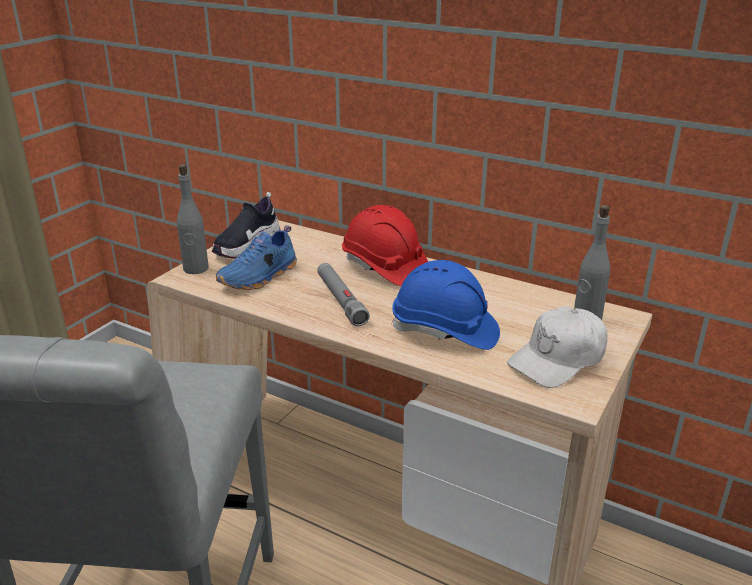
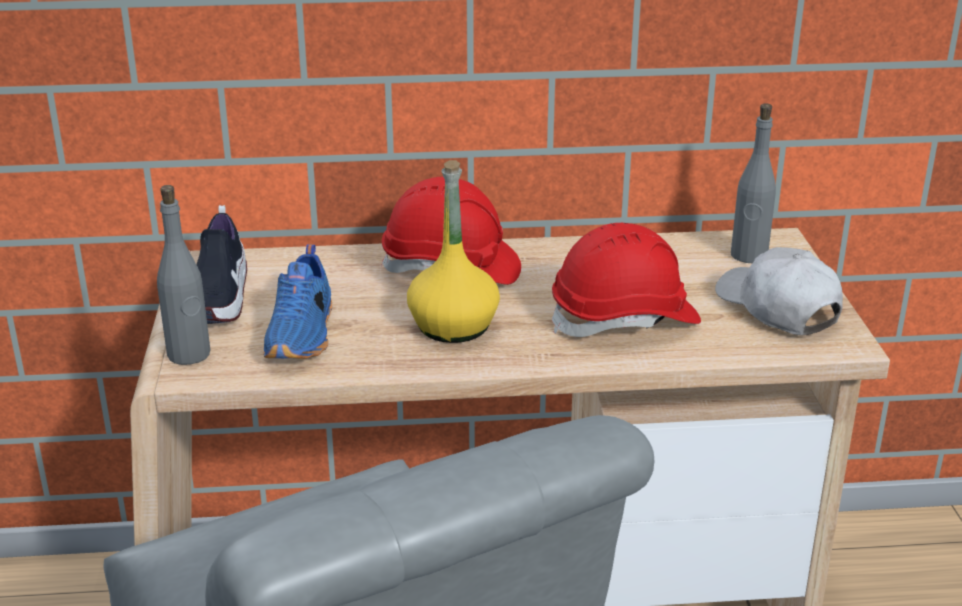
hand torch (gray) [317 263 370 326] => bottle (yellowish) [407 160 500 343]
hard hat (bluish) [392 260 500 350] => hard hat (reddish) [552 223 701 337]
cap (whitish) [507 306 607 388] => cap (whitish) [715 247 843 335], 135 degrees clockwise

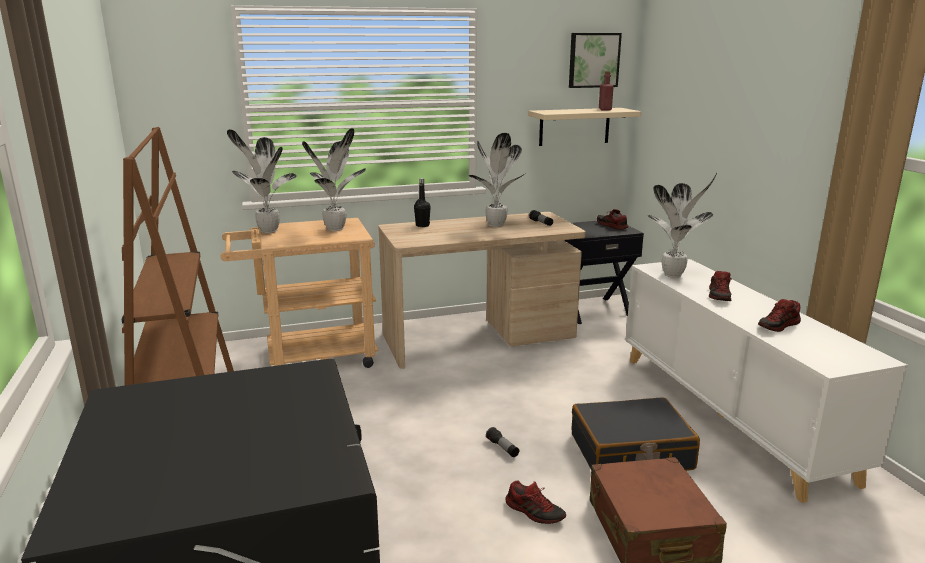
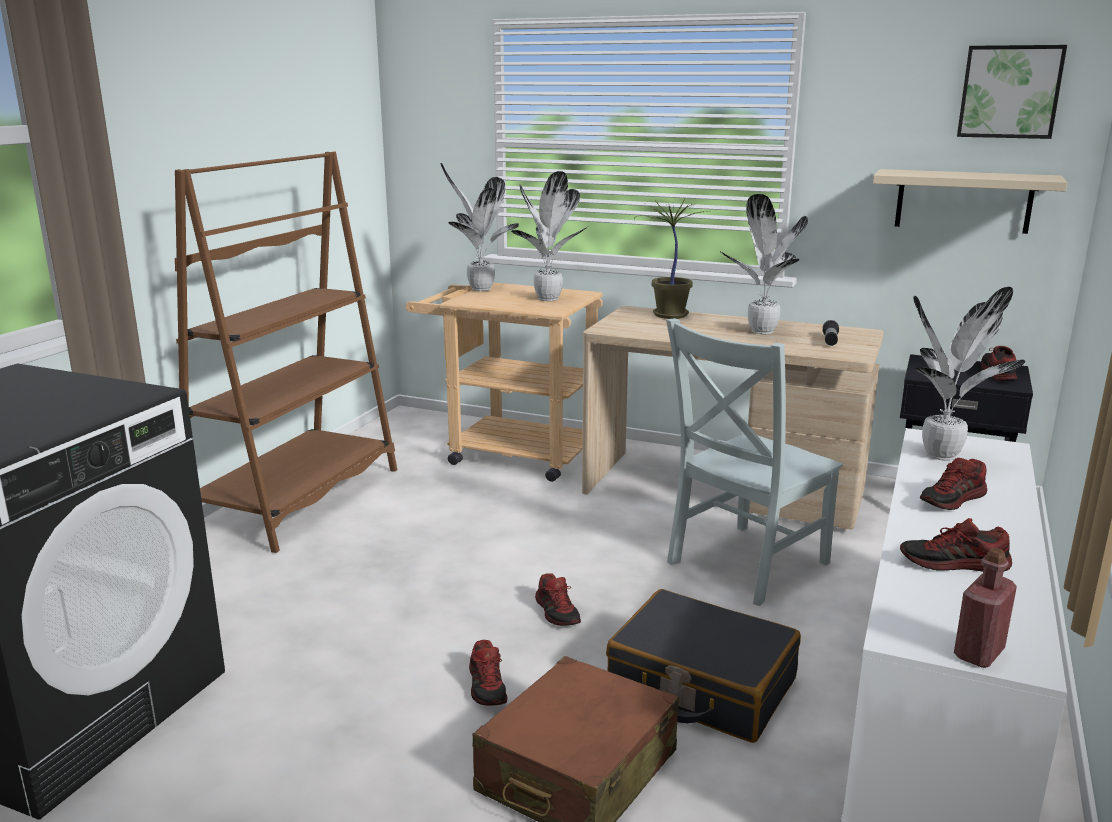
bottle (black) [414 178 430 227] => plant in a pot [634 199 708 319]
hand torch [486 427 519 457] => item of footwear [535 573 581 626]
bottle (reddish) [599 71 614 111] => bottle (reddish) [954 548 1017 668], shifted
nothing => chair (gray) [666 318 843 606]

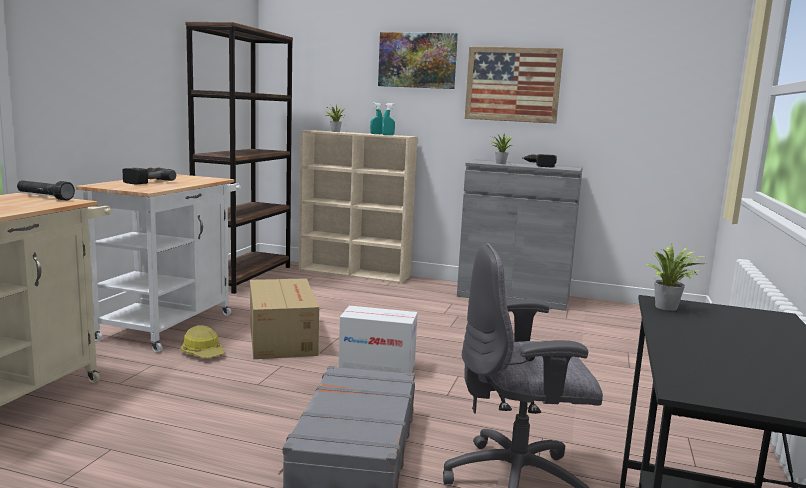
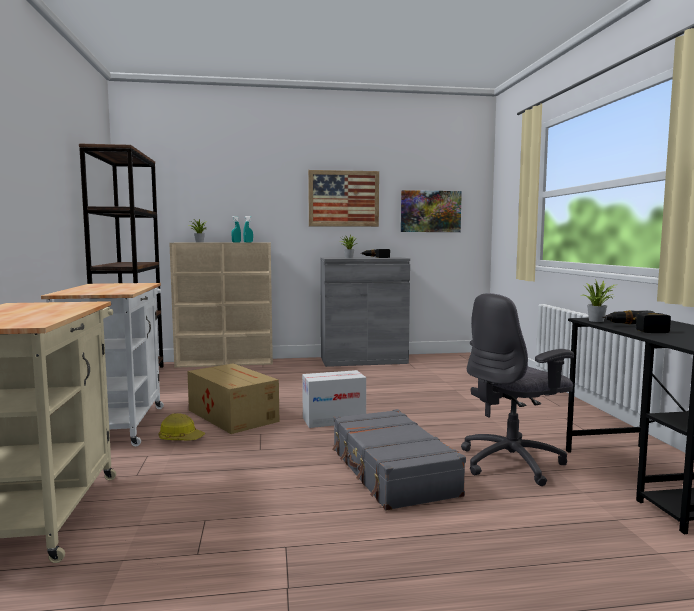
hand torch (black) [17 180 75 200] => nothing
drill [123 168 176 185] => drill [602 310 671 333], shifted
picture [378 32 458 89] => picture [401 190 462 232], shifted

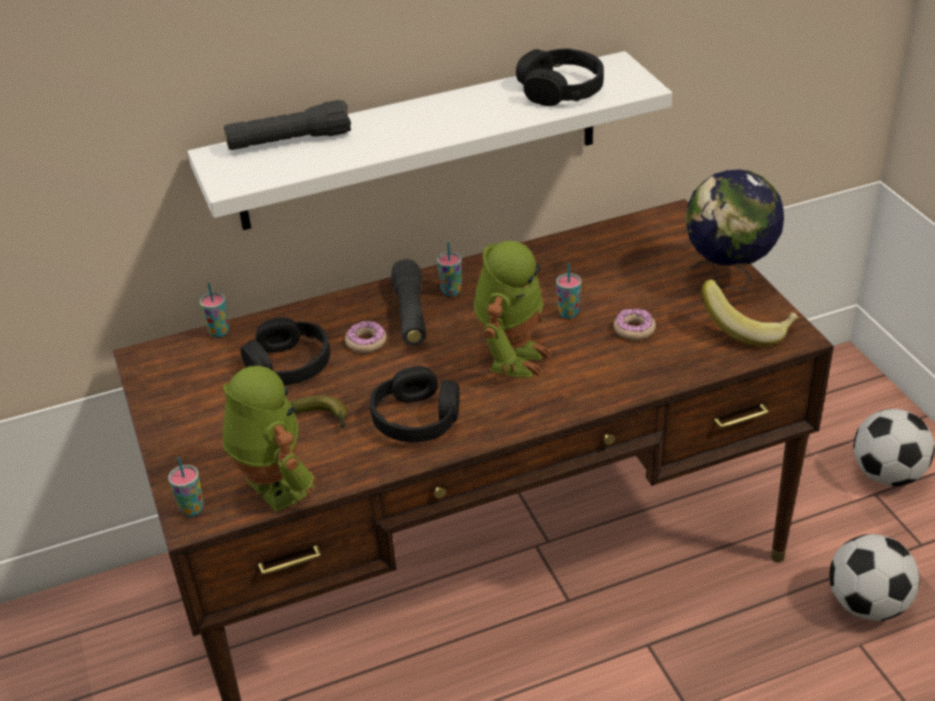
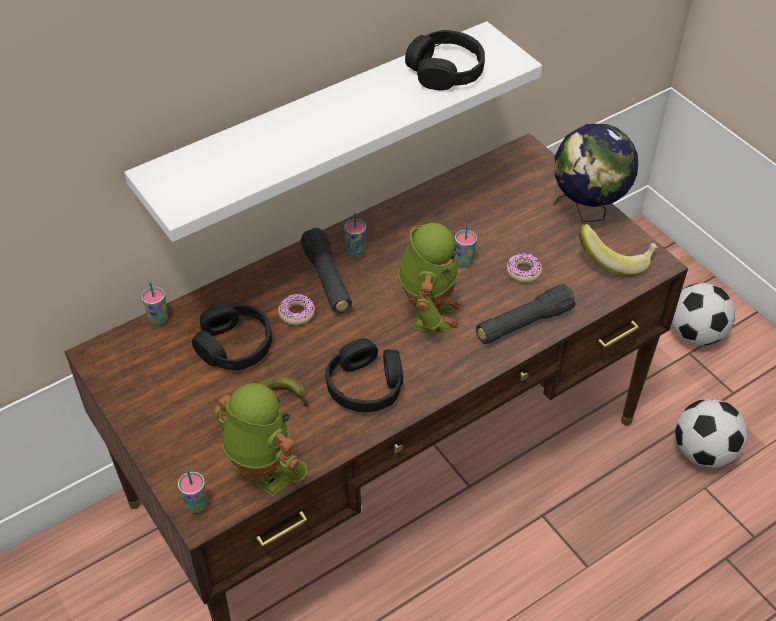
hand torch (black) [224 100 351 150] => hand torch (black) [476 284 576 344], shifted

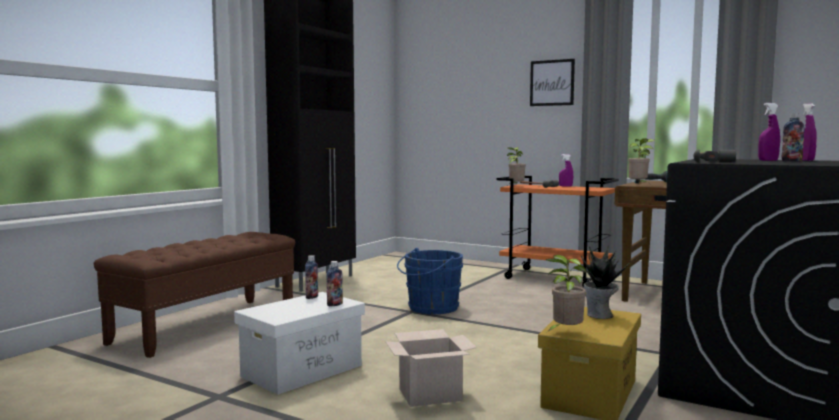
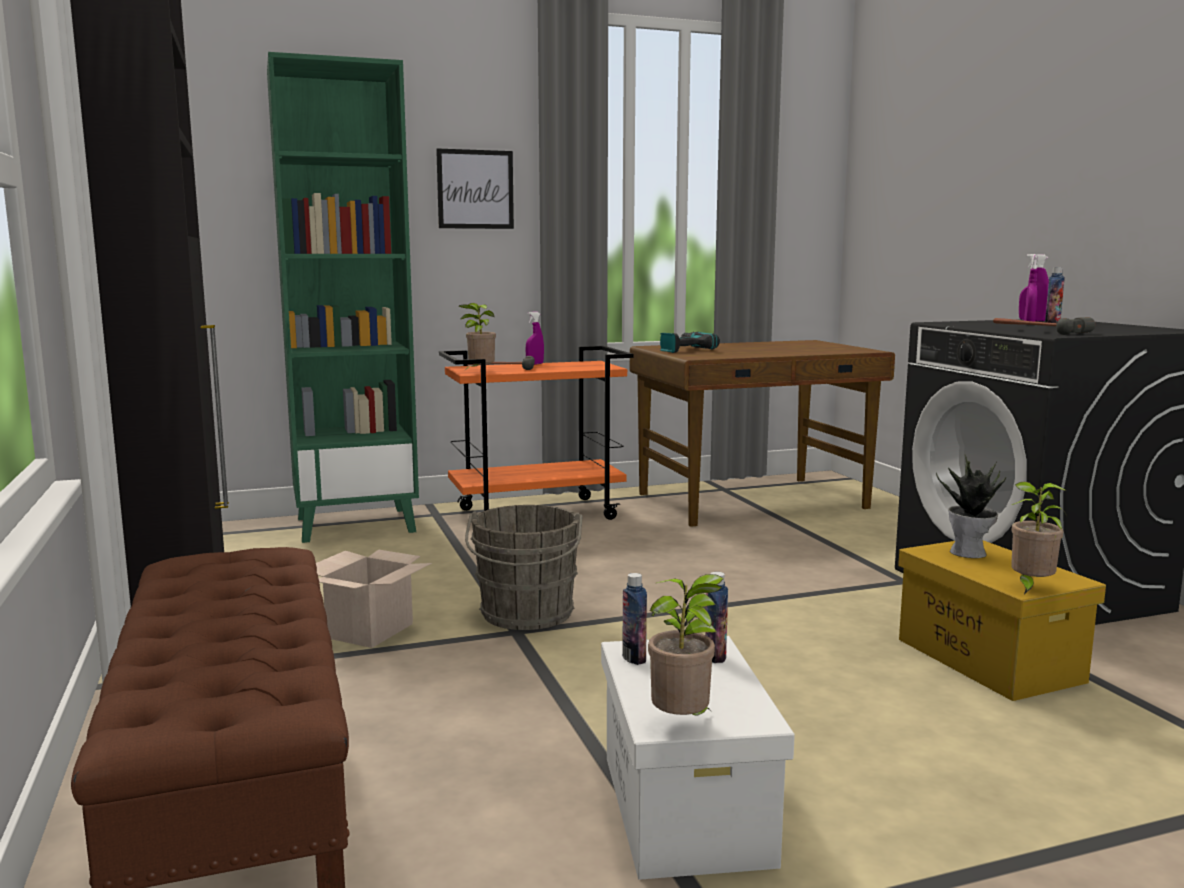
packing box [385 329 477 407] => packing box [316 550 432 648], shifted
pail (bluish) [397 248 463 314] => pail (gray) [465 505 582 630]
plant in a pot [628 138 656 184] => plant in a pot [648 574 724 716], shifted
nothing => bookshelf (greenish) [267 52 419 543]

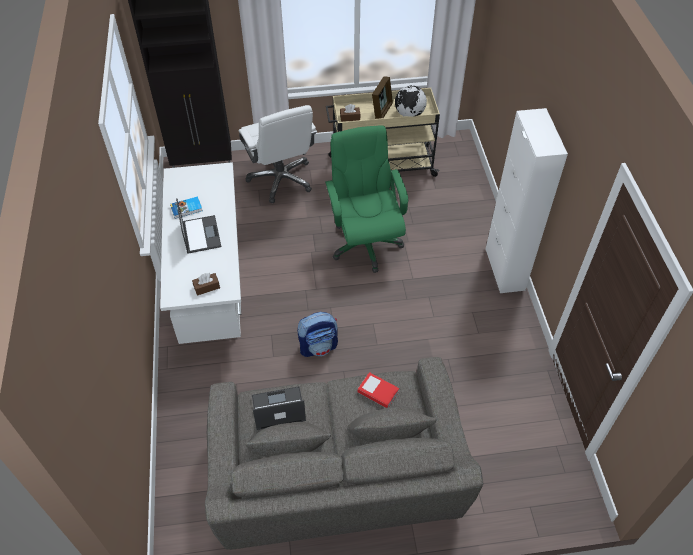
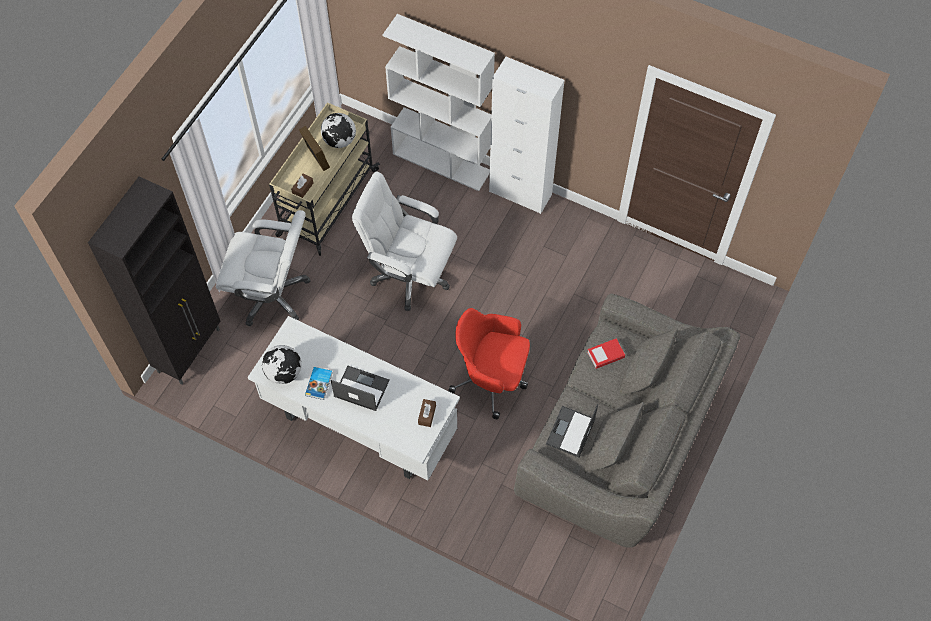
knapsack [297 312 338 357] => desk chair (reddish) [448 308 530 419]
desk chair (greenish) [325 125 408 273] => desk chair (whitish) [352 171 457 311]
nothing => desk globe [262 345 302 384]
nothing => bookshelf (whitish) [383 14 495 191]

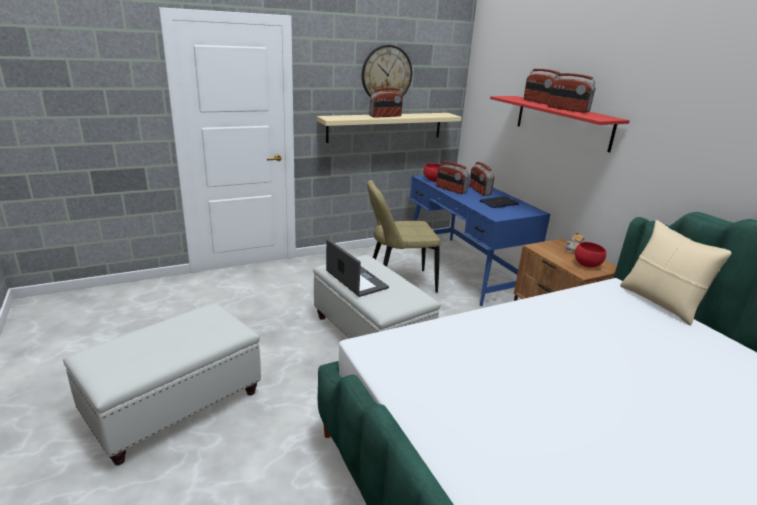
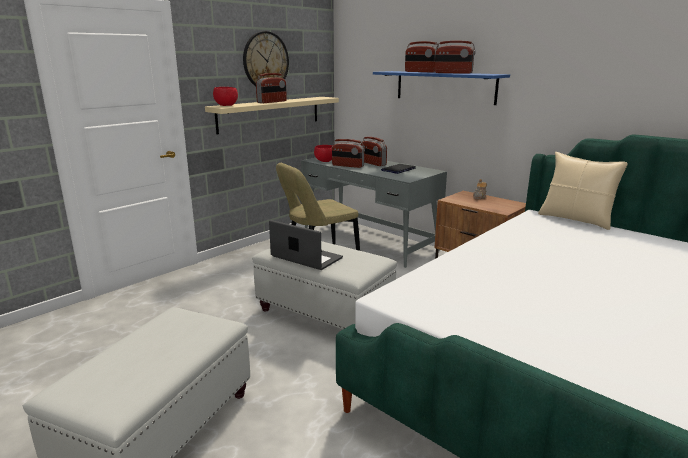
desk unit (bluish) [410 175 550 306] => desk unit (gray) [301 158 447 268]
bracket shelf (reddish) [490 96 630 152] => bracket shelf (bluish) [373 71 510 105]
bowl (reddish) [575 242 606 268] => bowl (reddish) [213 87 238 106], shifted

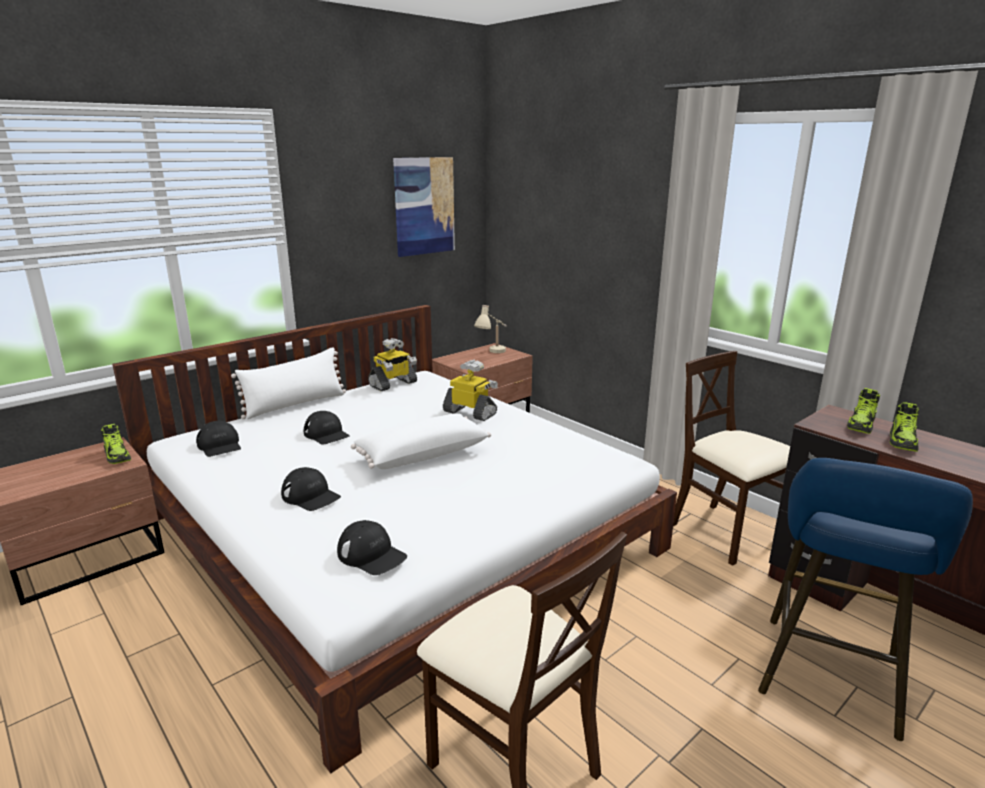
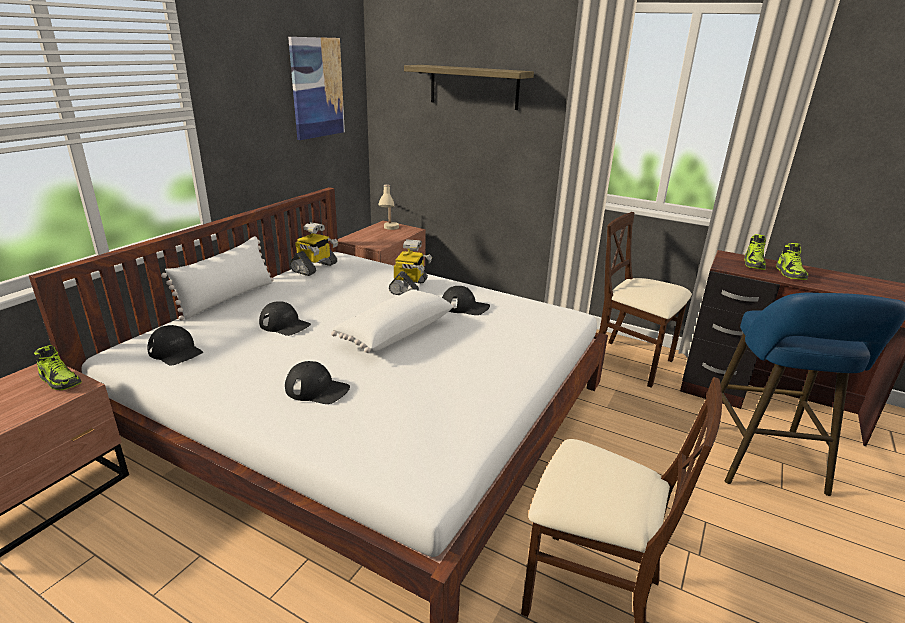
cap (black) [337 520 407 575] => cap (black) [442 286 490 315], shifted
model robot [443 360 498 421] => model robot [389 239 432 295], 90 degrees clockwise
nothing => bracket shelf [404 65 534 110]

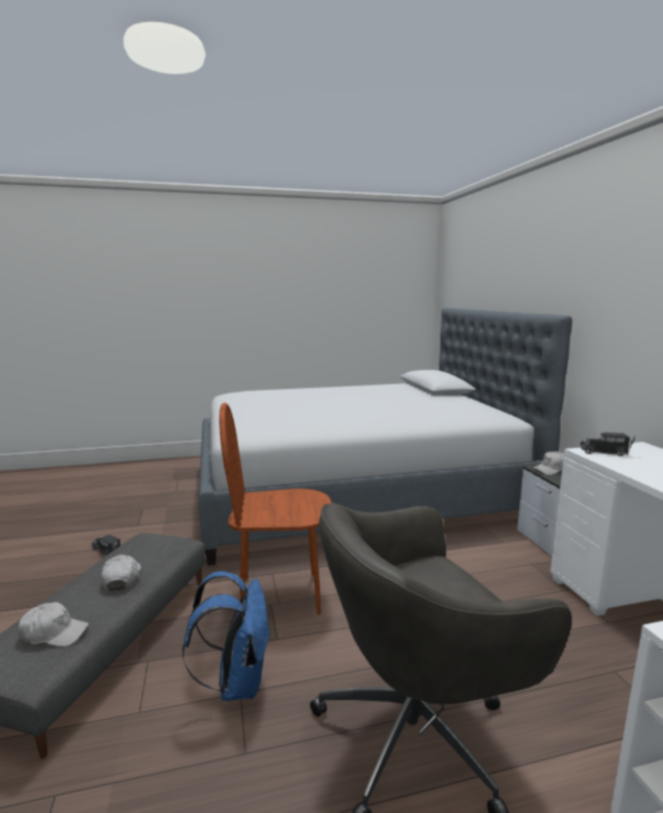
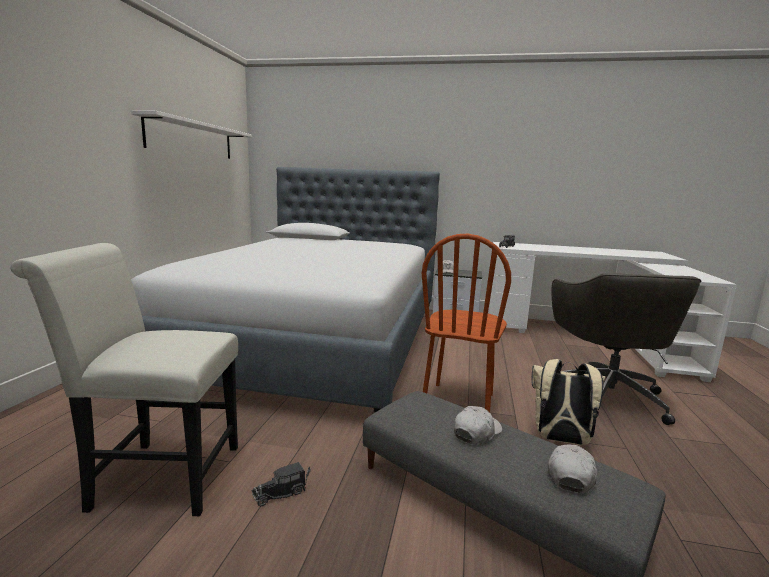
cap (whitish) [100 555 141 591] => cap (whitish) [454 406 502 444], 120 degrees clockwise
knapsack (bluish) [182 571 271 701] => knapsack (sand-coloured) [532 359 605 445]
nothing => chair (whitish) [10 243 238 516]
nothing => bracket shelf (whitish) [131 111 252 159]

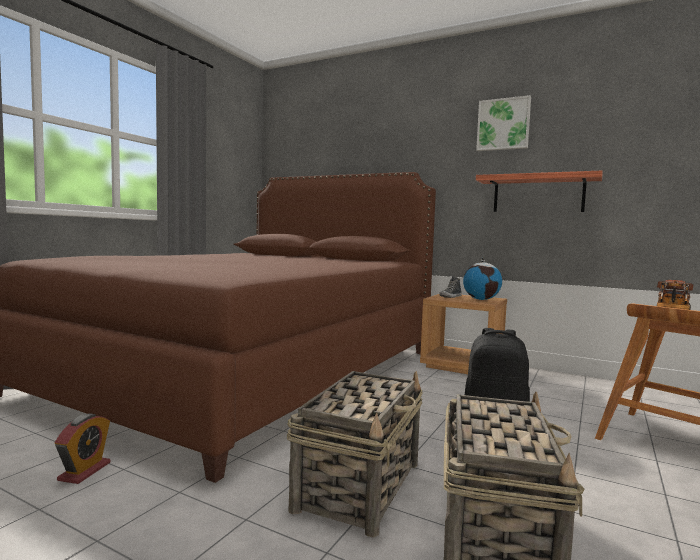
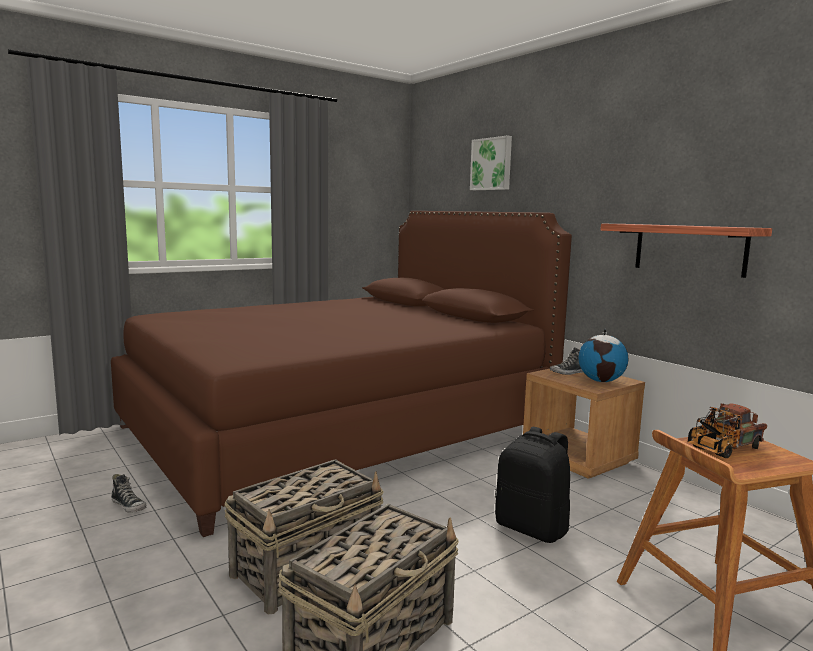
bedside clock [55 414 111 484] => item of footwear [111 474 146 513]
picture [476 95 531 151] => picture [470 135 512 190], shifted

